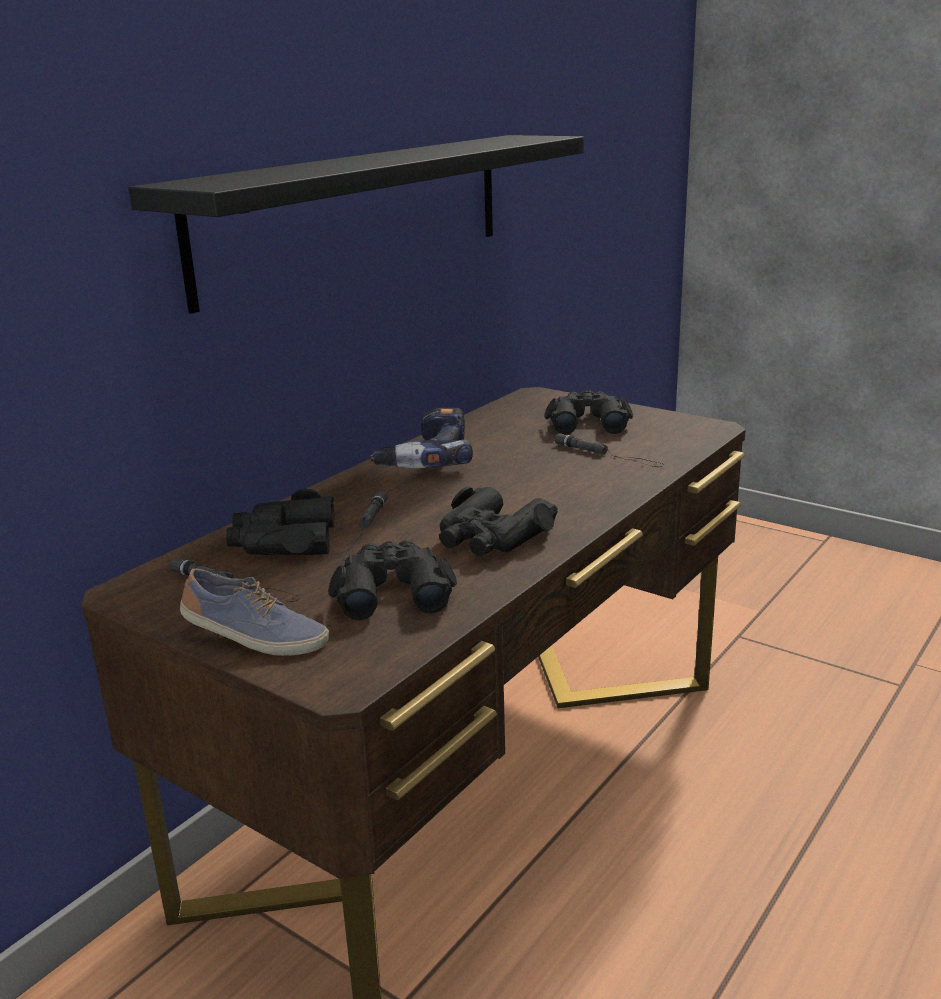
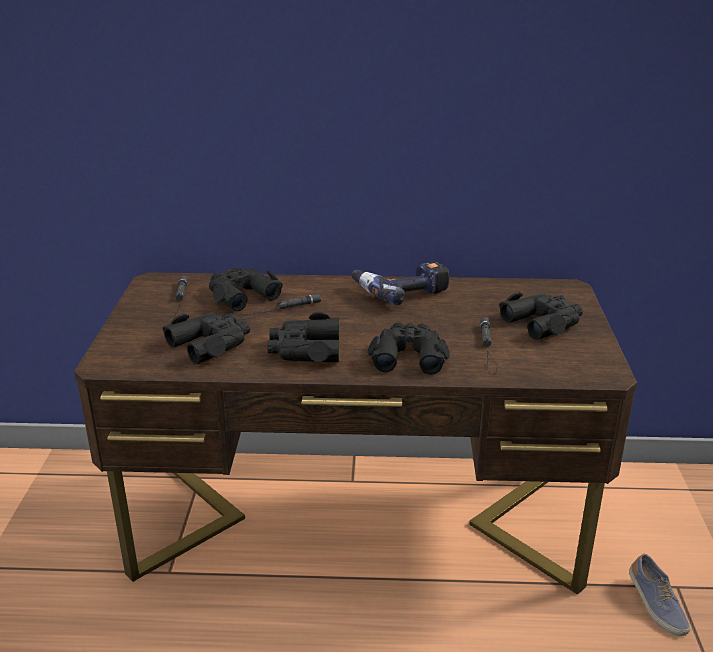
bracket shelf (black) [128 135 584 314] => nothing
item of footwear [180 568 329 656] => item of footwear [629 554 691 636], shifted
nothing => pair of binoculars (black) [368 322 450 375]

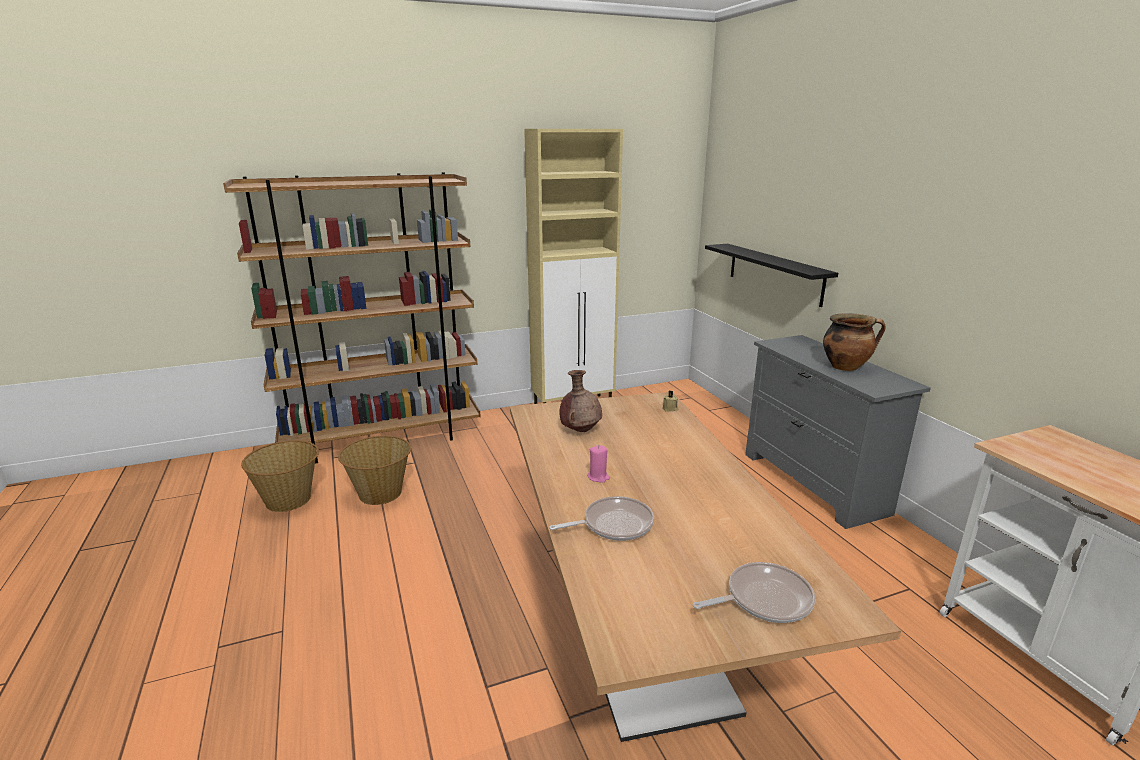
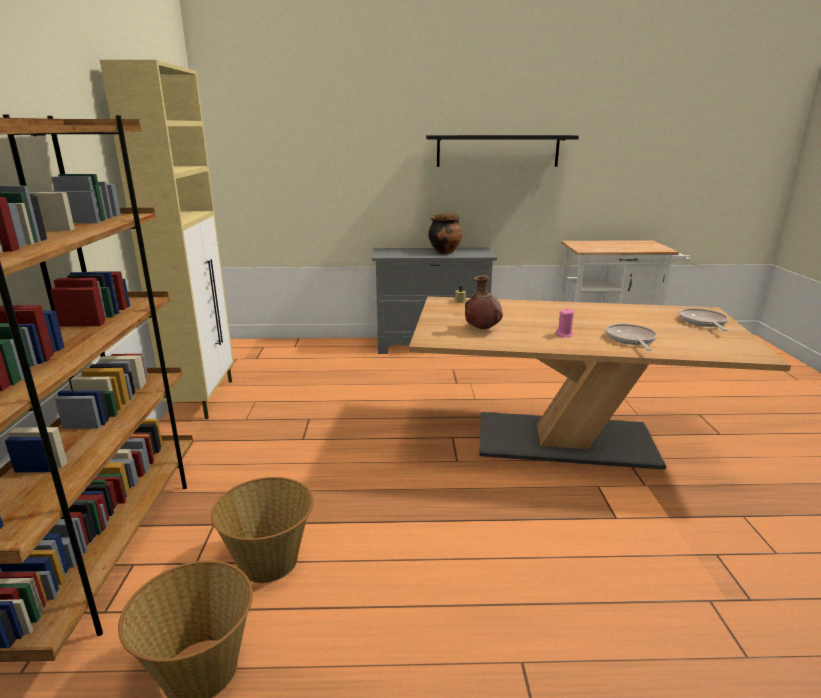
bracket shelf (black) [705 244 838 307] => bracket shelf (black) [426 135 579 167], shifted

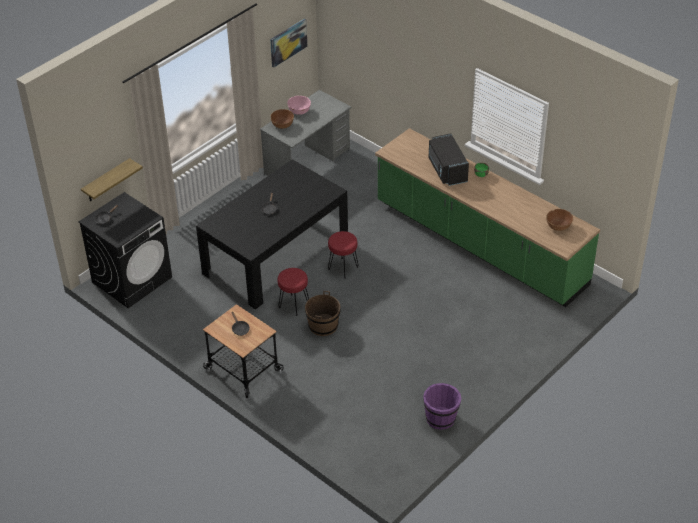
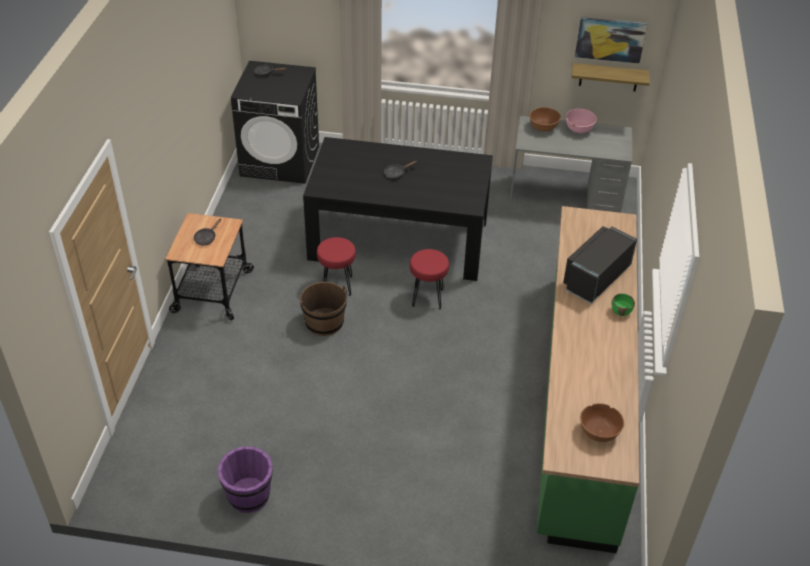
bracket shelf [81 158 143 201] => bracket shelf [571 63 650 91], shifted

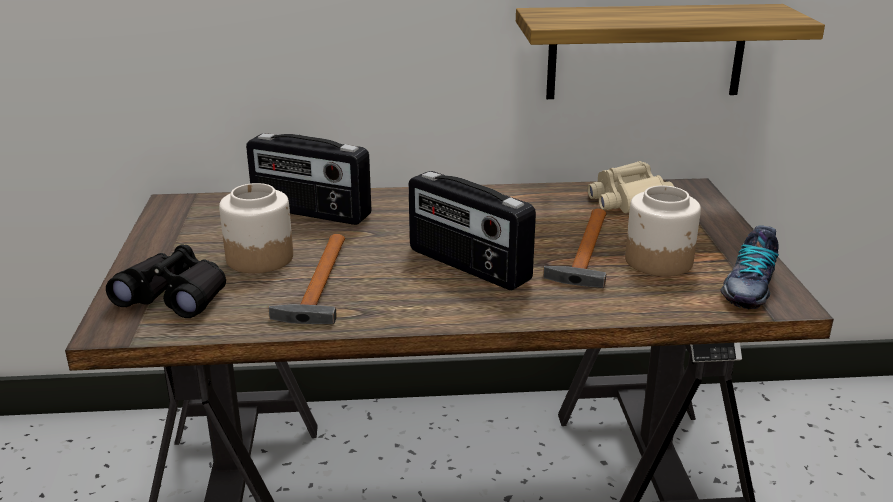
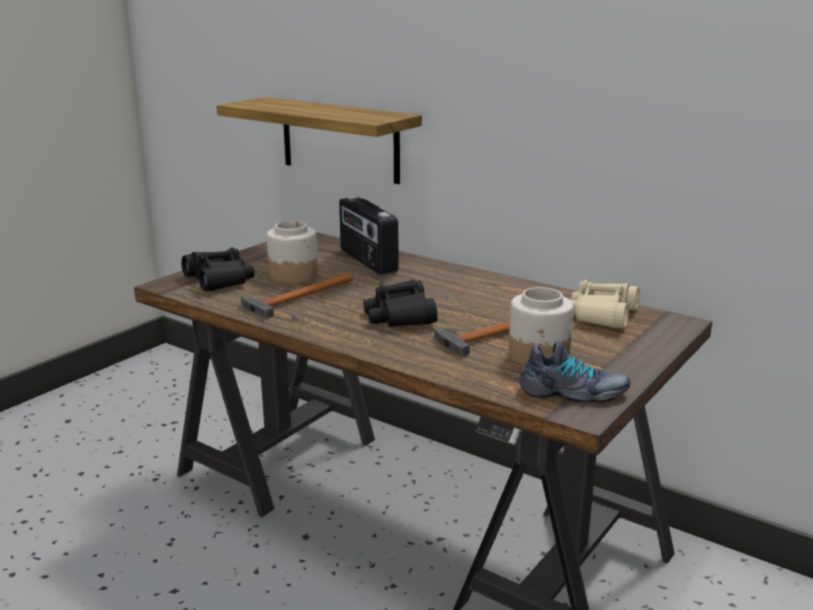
radio set [409 171 536 290] => pair of binoculars (black) [363 279 438 327]
bracket shelf [516 4 825 99] => bracket shelf [217 97 422 184], shifted
item of footwear [720 225 779 310] => item of footwear [519 342 630 403], 150 degrees counterclockwise

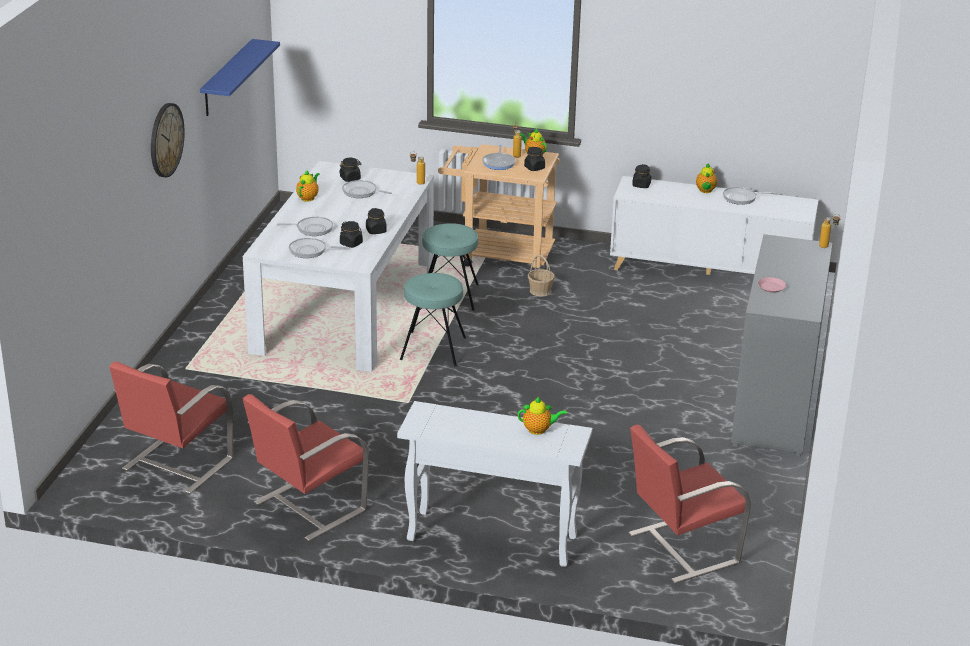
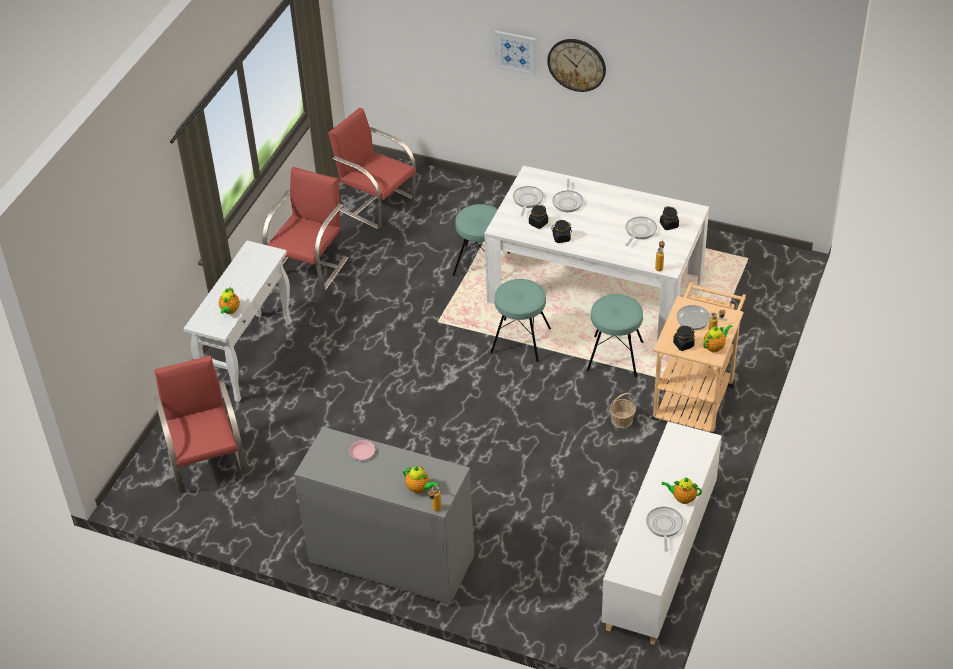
bracket shelf (bluish) [200 39 280 116] => nothing
chair (reddish) [243 394 369 541] => chair (reddish) [262 167 348 290], 60 degrees clockwise
teapot [296 170 320 202] => teapot [403 466 439 494], shifted
jar (black) [632 164 651 188] => nothing
nothing => sitting stool (turquoise) [452 204 510 276]
nothing => picture [494 31 536 75]

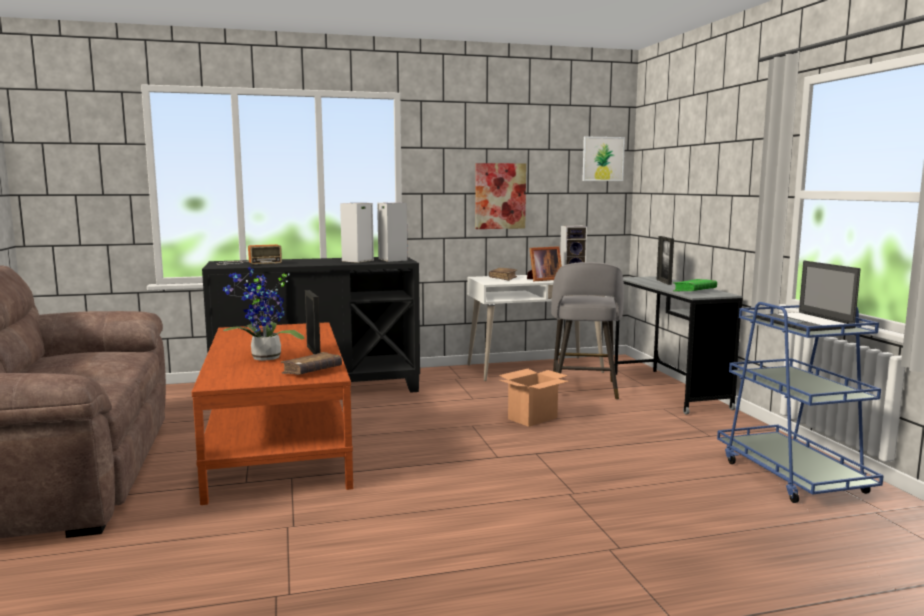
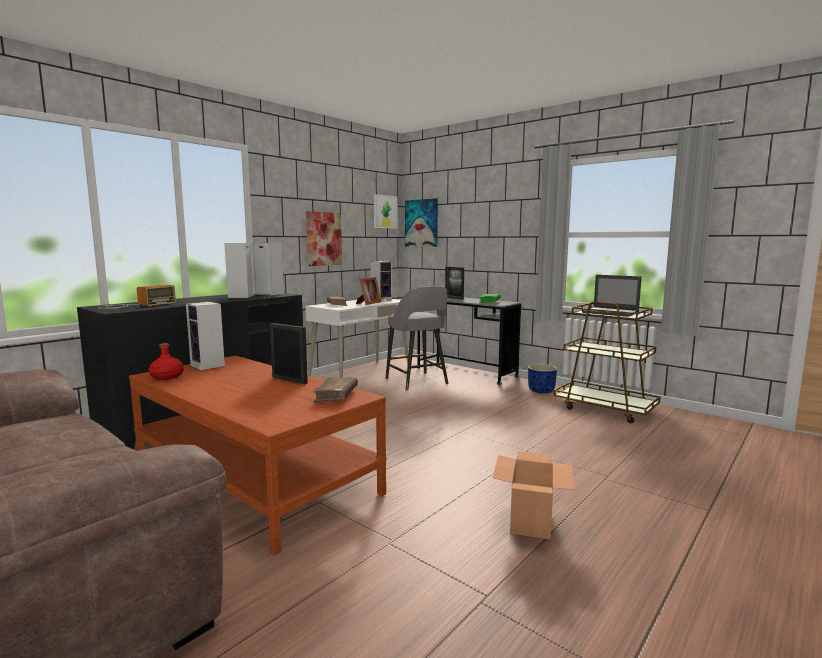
plant in a pot [223 266 304 361] => nothing
packing box [499 369 569 427] => packing box [493 451 574 539], shifted
cart (bluish) [717 302 884 503] => cart (brown) [554 301 661 423]
nothing => bottle (reddish) [148 343 184 380]
nothing => loudspeaker [186 302 225 370]
nothing => picture [405 198 438 247]
nothing => flower pot (bluish) [528 364 557 394]

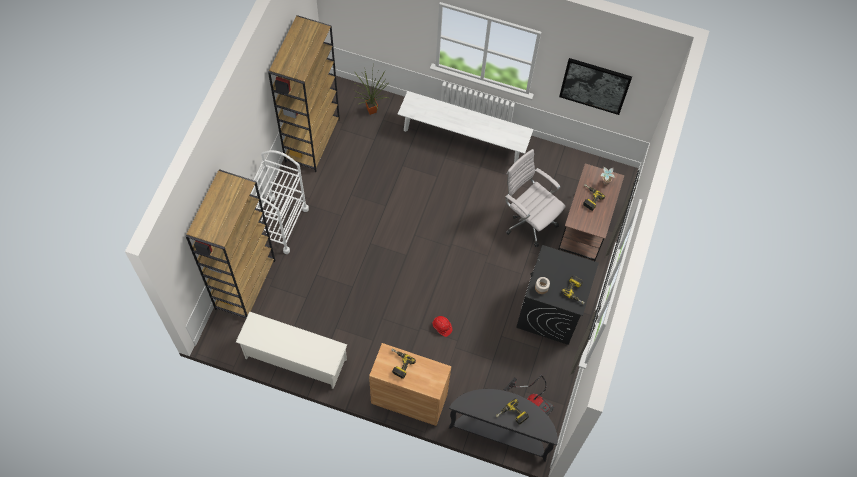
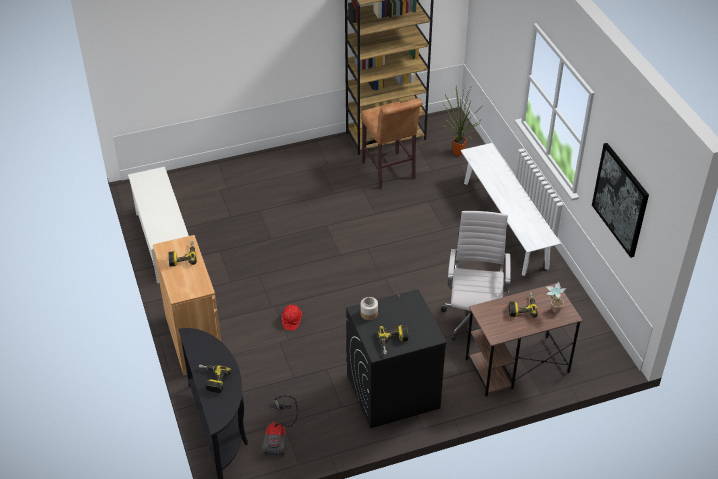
bookshelf (brown) [186 169 275 318] => nothing
cart (whitish) [251 150 309 254] => nothing
nothing => sitting stool (brown) [361 98 422 189]

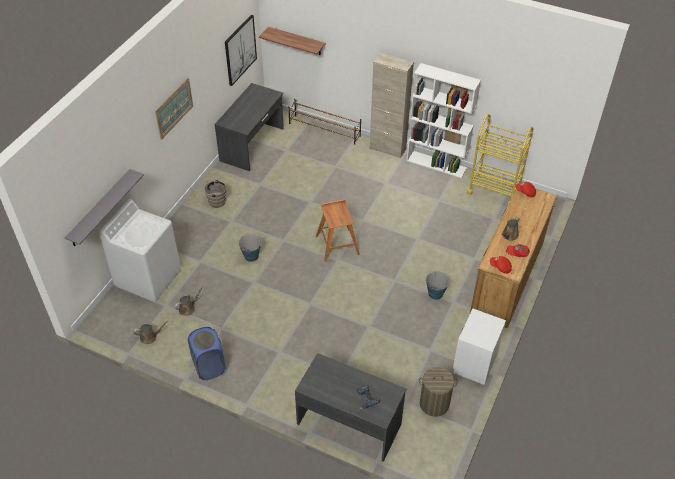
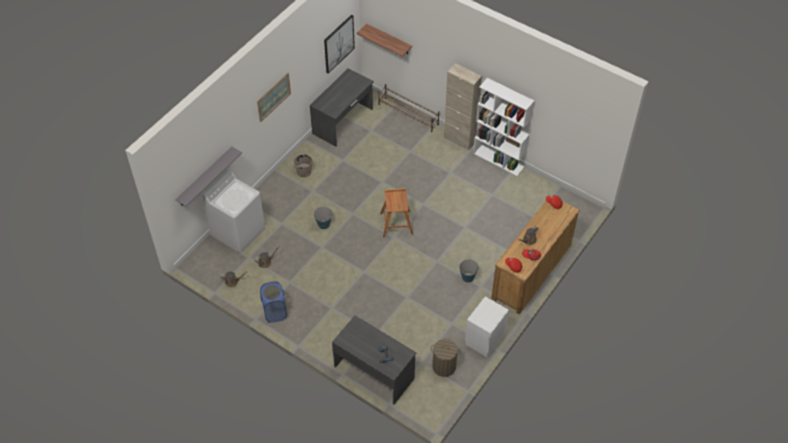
cart (yellowish) [467 114 533 206] => nothing

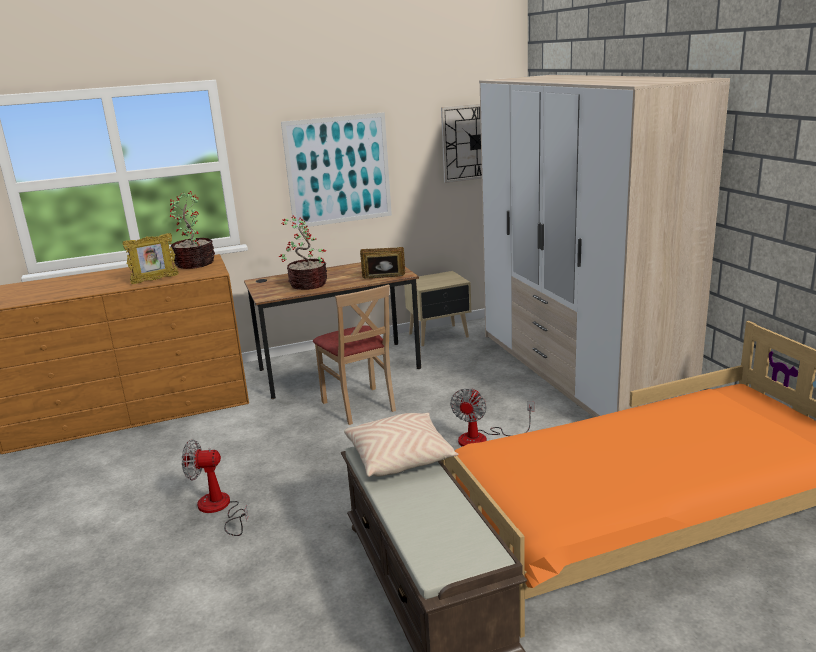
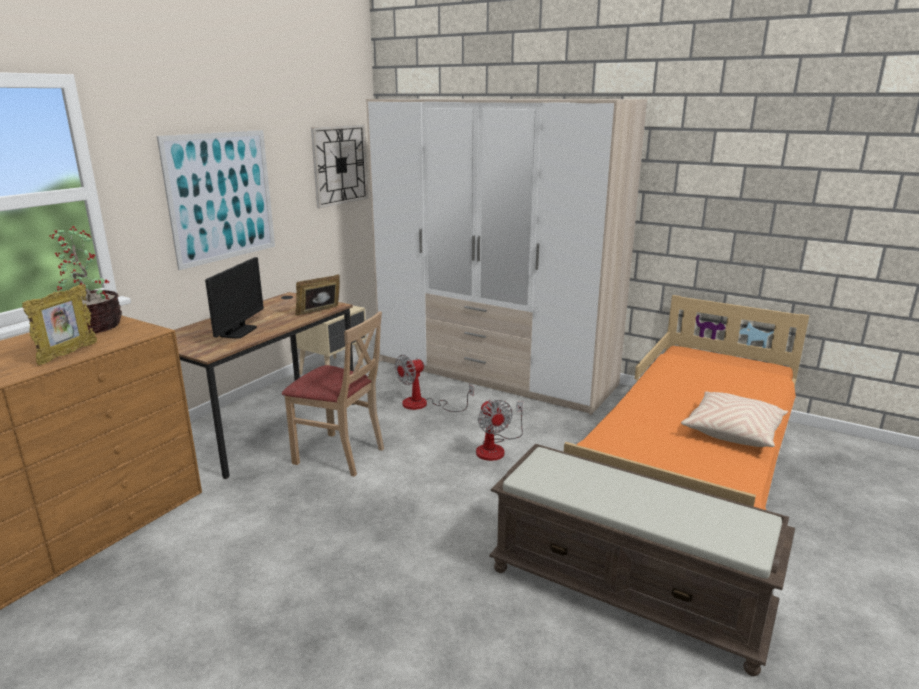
fan [182 439 248 536] => fan [395 355 474 412], shifted
plant in a pot [279 215 327 290] => monitor [205 257 264 339]
cushion (sand-coloured) [344 413 459 477] => cushion (sand-coloured) [681 391 788 447], shifted

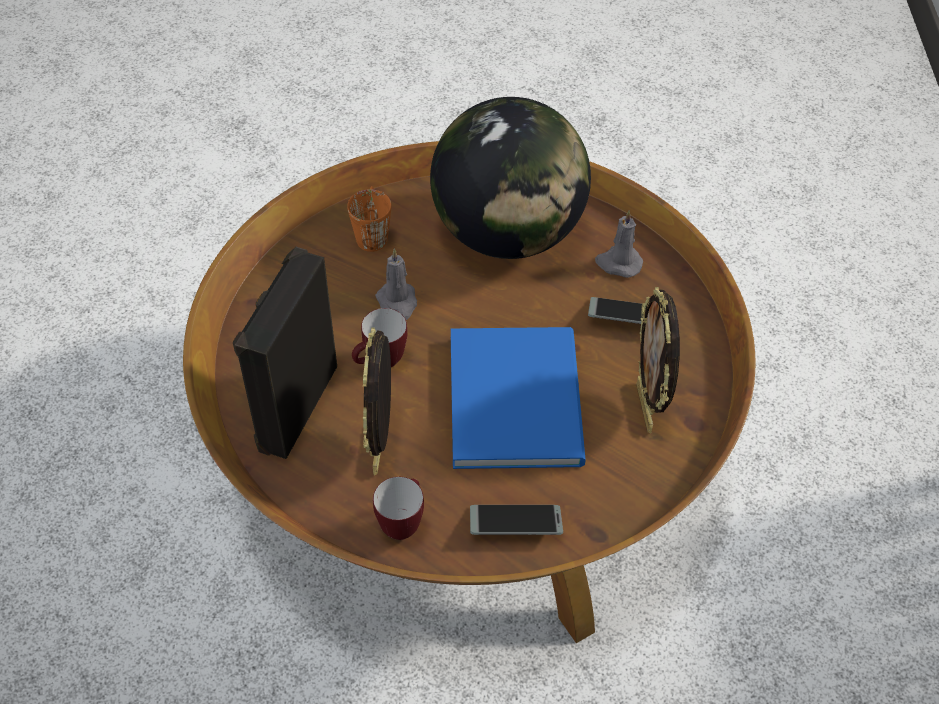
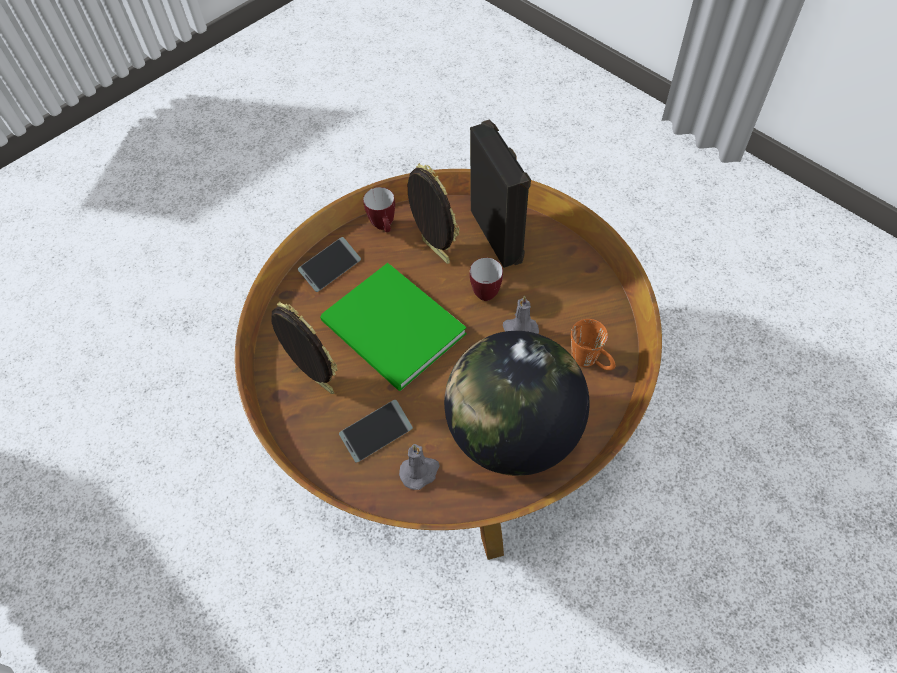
volume (bluish) [451 327 586 469] => volume (greenish) [320 263 467 391]

